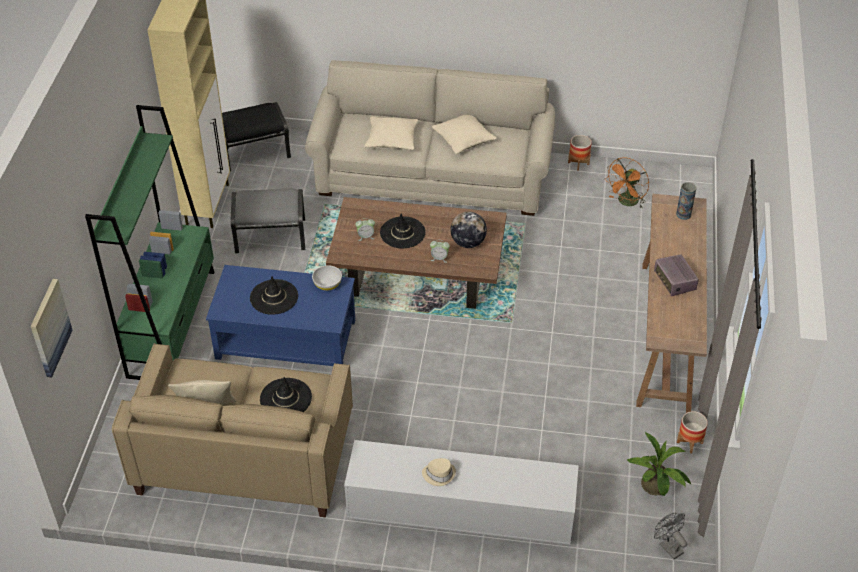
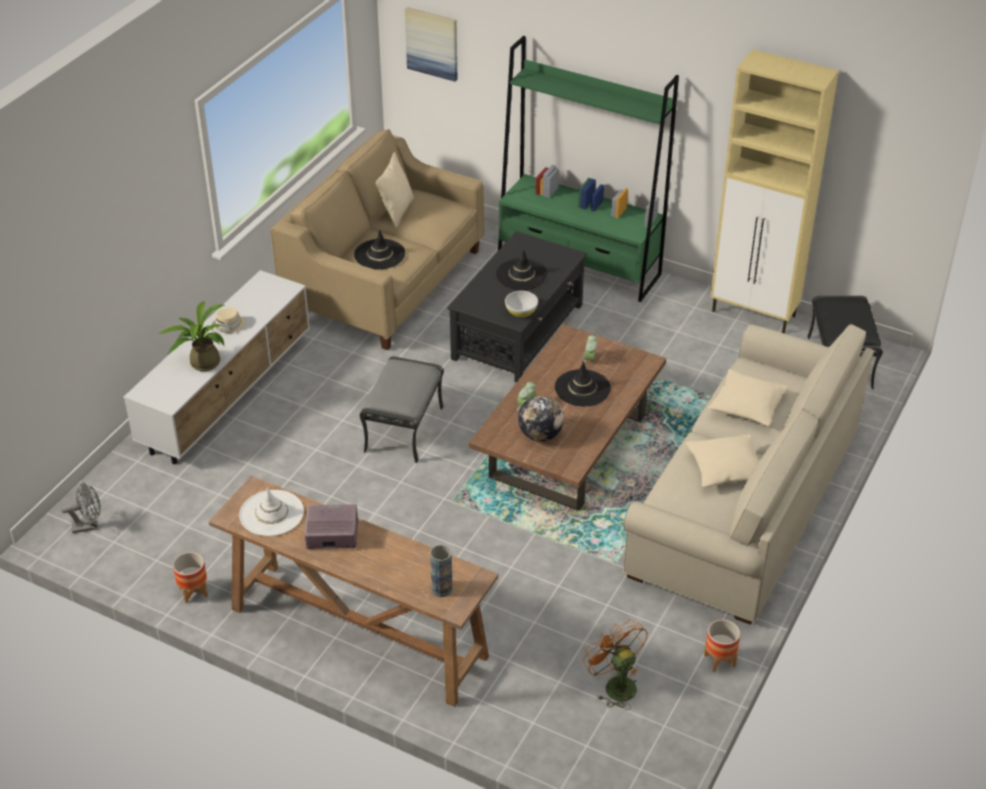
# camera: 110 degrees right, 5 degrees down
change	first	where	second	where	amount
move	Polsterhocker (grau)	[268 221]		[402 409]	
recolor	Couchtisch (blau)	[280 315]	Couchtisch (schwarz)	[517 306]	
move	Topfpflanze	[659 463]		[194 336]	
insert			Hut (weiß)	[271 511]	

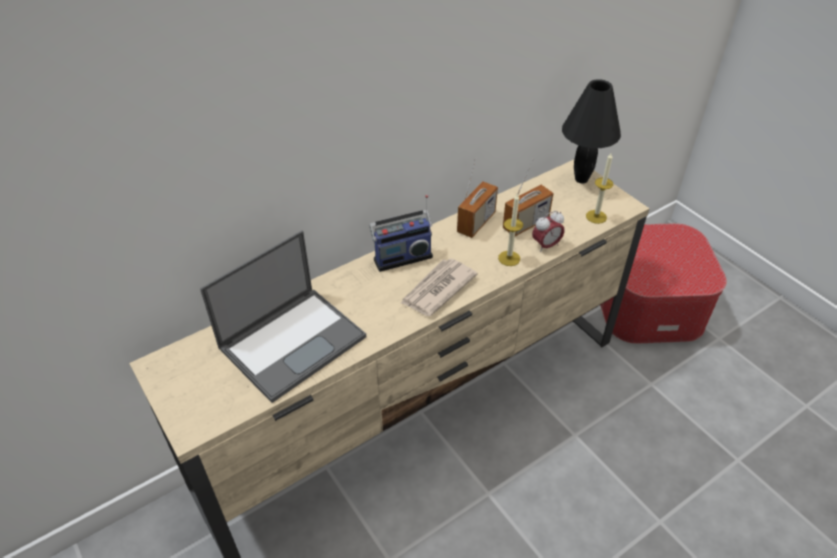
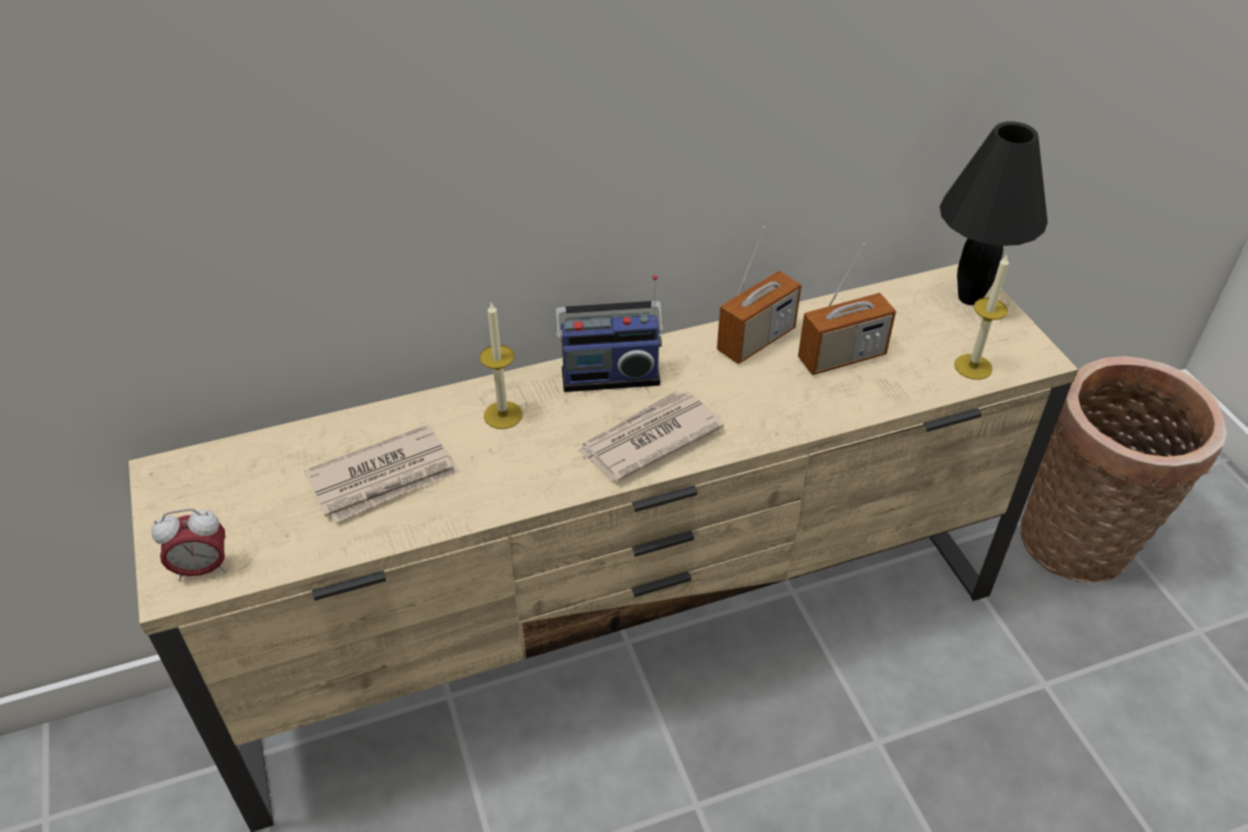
# camera: 15 degrees right, 0 degrees up
change	first	where	second	where	amount
move	Kerze	[510 230]		[501 365]	
move	Wecker	[548 232]		[189 545]	
replace	Polsterhocker	[663 283]	Korb	[1123 469]	
replace	Laptop	[283 316]	Zeitung	[382 474]	

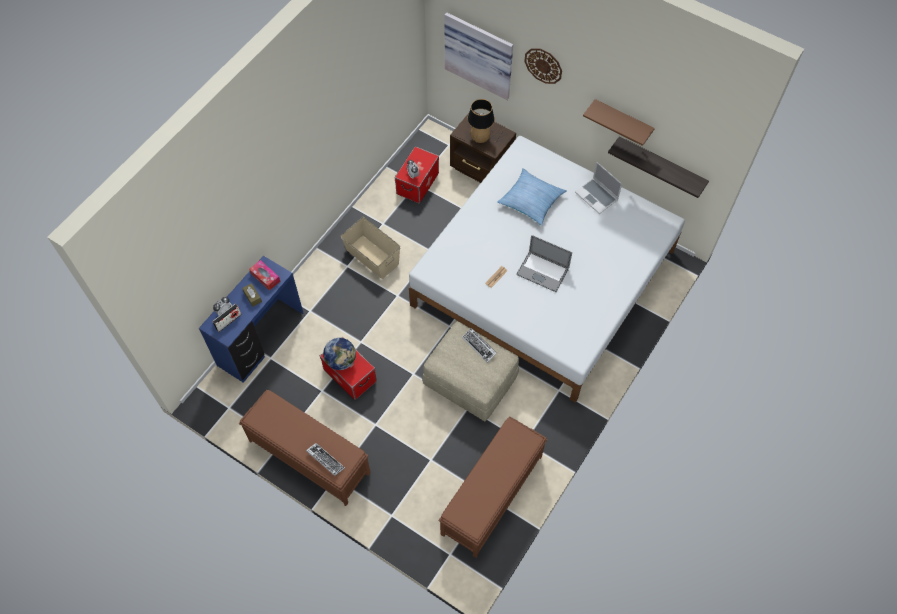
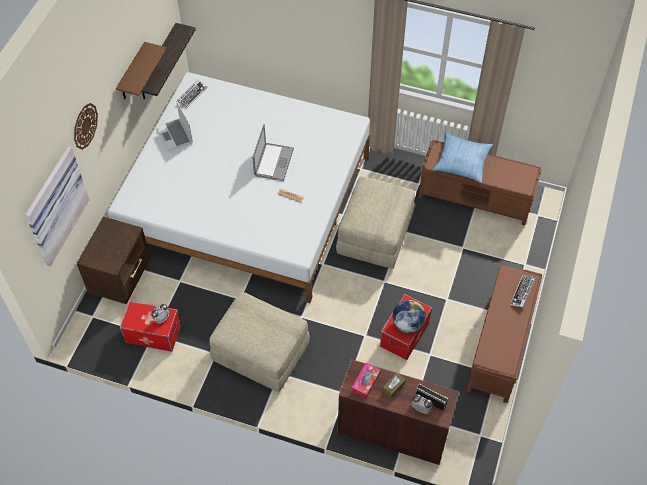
# camera: 105 degrees left, 5 degrees down
change	first	where	second	where	amount
delete	Tischlampe	[481 121]			
rotate	Laptop	[598 188]		[174 126]	120 degrees clockwise
move	Kissen	[532 197]		[462 158]	
replace	Aufbewahrungsbox (beige)	[370 248]	Polsterhocker (beige)	[259 342]	
recolor	Schreibtisch (blau)	[251 319]	Schreibtisch (braun)	[398 412]	
move	Tastatur	[479 345]		[192 94]	

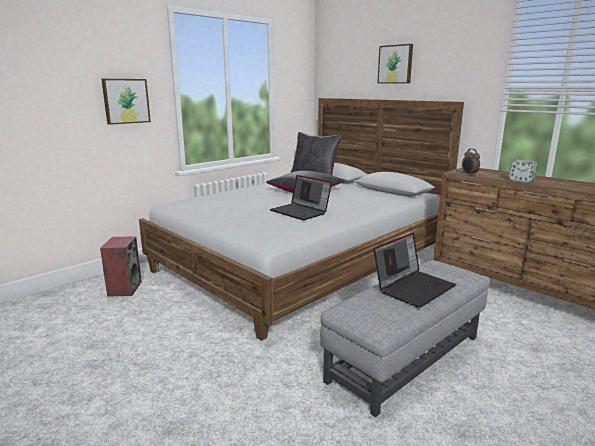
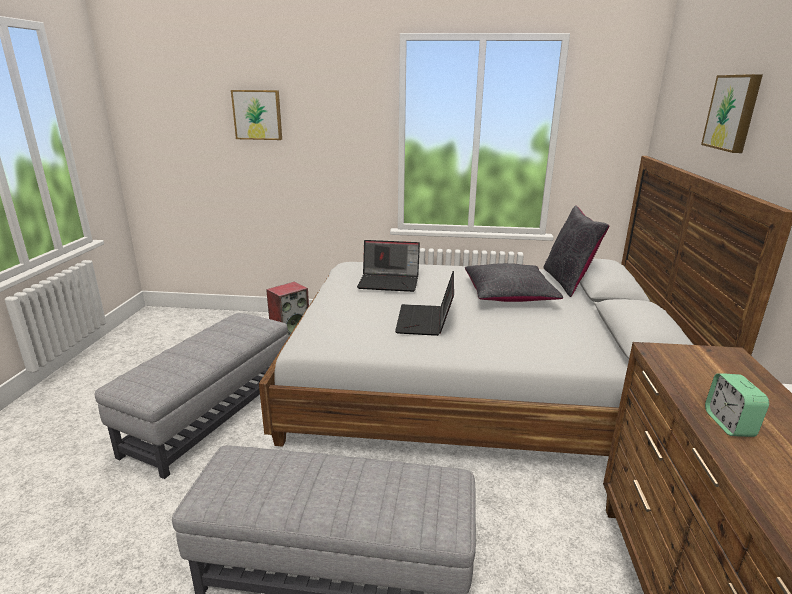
# camera: 50 degrees right, 5 degrees up
change	first	where	second	where	amount
move	Bild	[126 102]		[256 115]	
delete	Wecker	[471 162]			
move	Laptop	[415 270]		[388 266]	
insert			Polsterhocker (grau)	[191 396]	

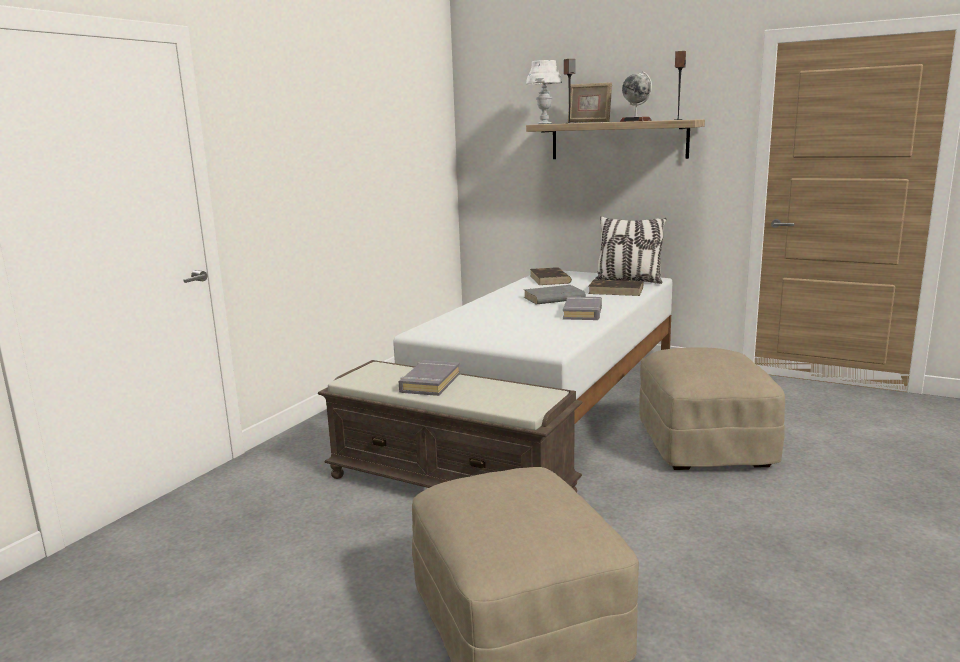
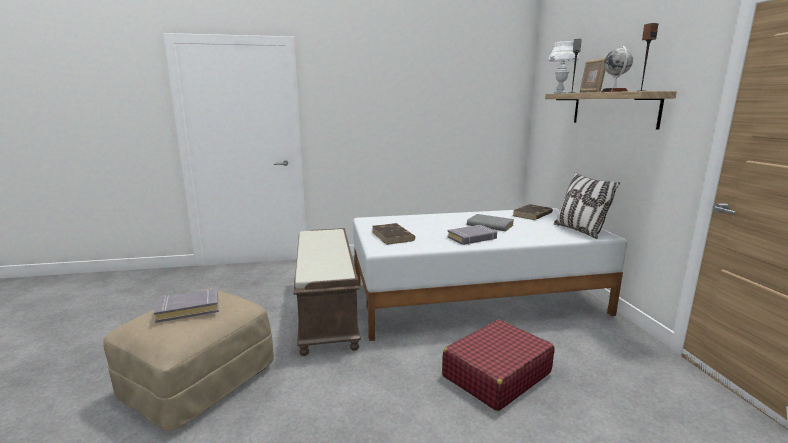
# camera: 50 degrees right, 0 degrees up
change	first	where	second	where	amount
move	Buch (braun)	[615 288]		[393 234]	
replace	Polsterhocker (beige)	[712 408]	Koffer (rot)	[498 365]	
move	Buch (grau)	[429 378]		[186 306]	

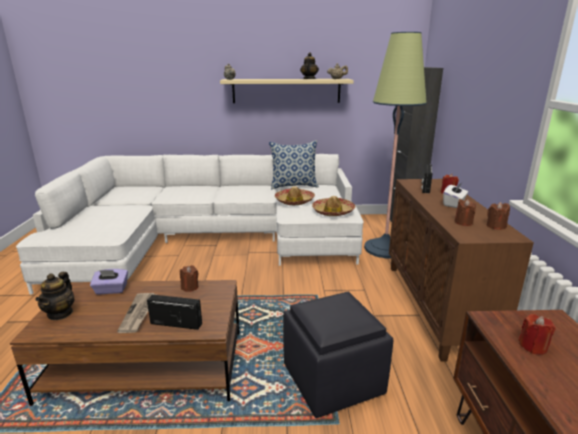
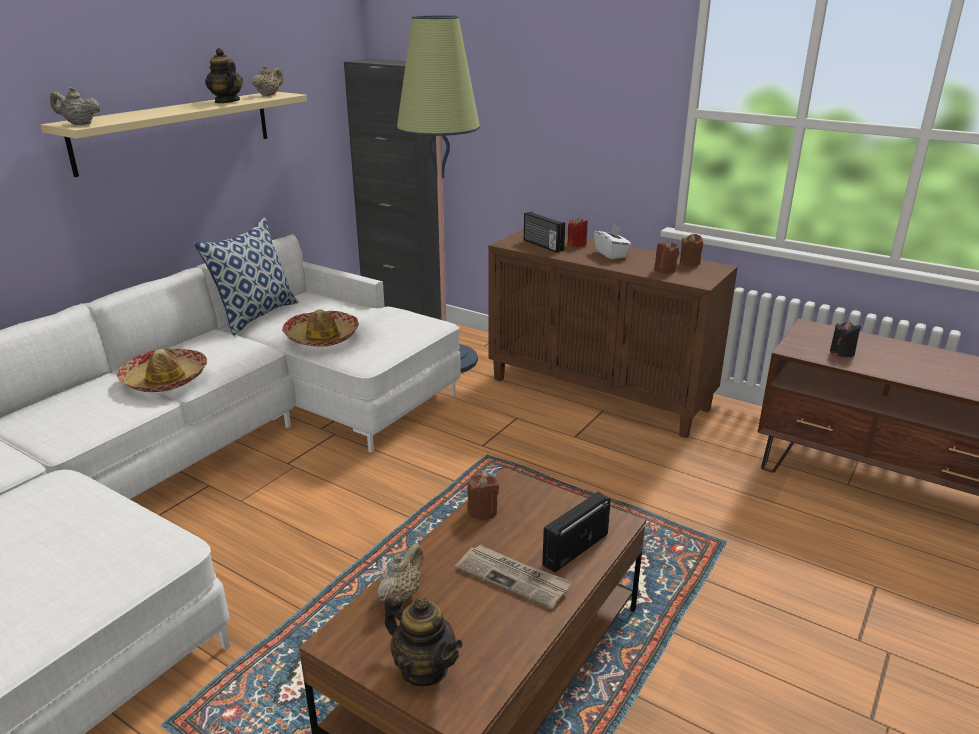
# camera: 55 degrees left, 5 degrees up
change	first	where	second	where	amount
move	Hut	[333 206]		[162 370]	
replace	Taschentuchbox (lila)	[109 281]	Teekanne (beige)	[400 572]	
delete	Polsterhocker (schwarz)	[338 355]			
recolor	Kerze (rot)	[537 334]	Kerze (schwarz)	[845 339]	

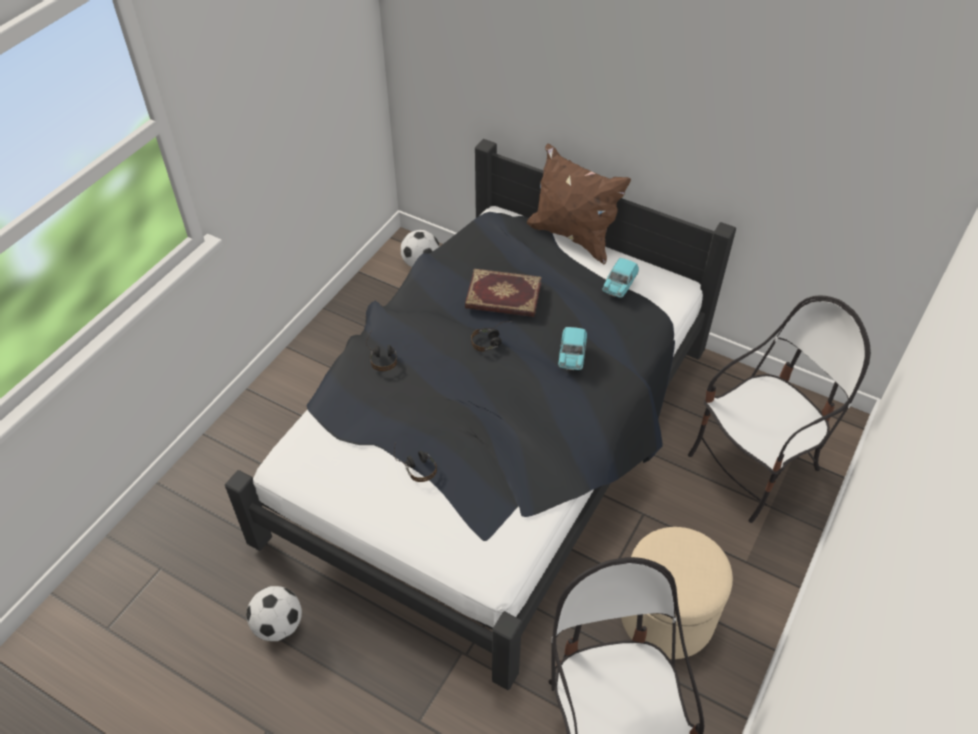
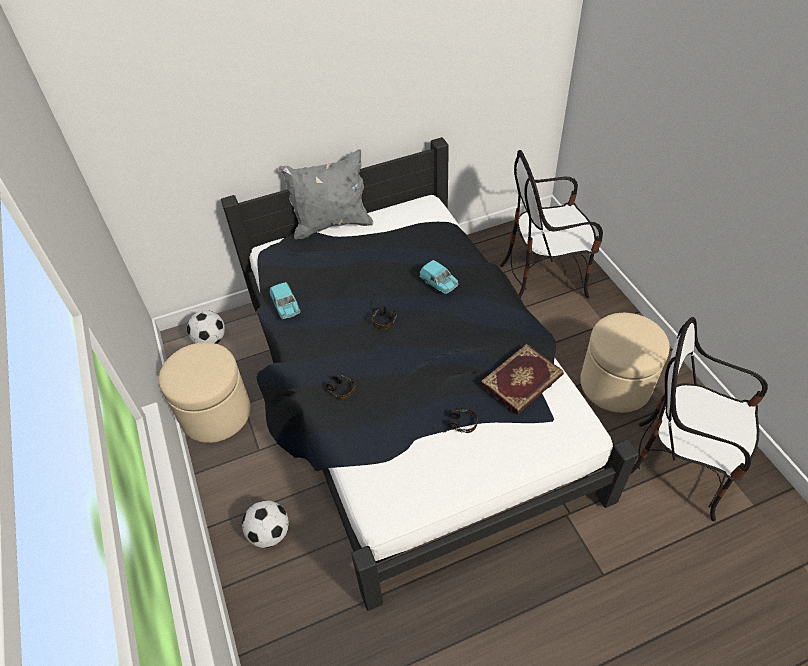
# camera: 50 degrees left, 0 degrees up
change	first	where	second	where	amount
recolor	Kissen (braun)	[579 203]	Kissen (grau)	[326 194]	
move	Spielzeugauto (türkis)	[620 278]		[285 300]	
move	Buch	[503 293]		[522 379]	
rotate	Stuhl	[779 409]		[551 224]	105 degrees counterclockwise
move	Fußball	[274 613]		[265 524]	
insert			Polsterhocker (beige)	[205 392]	

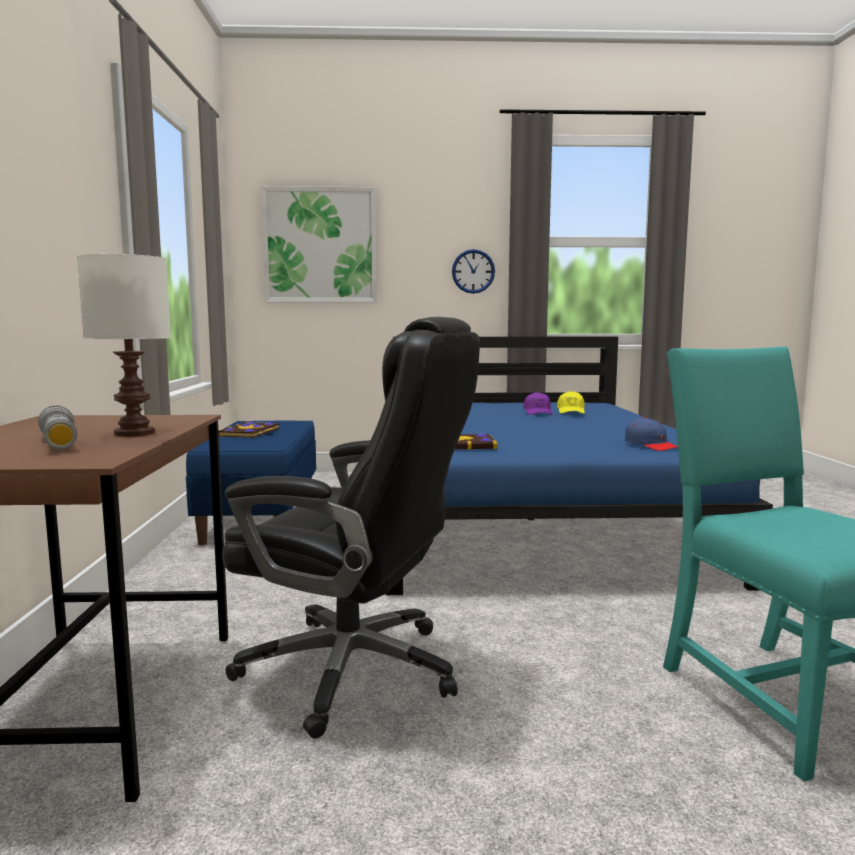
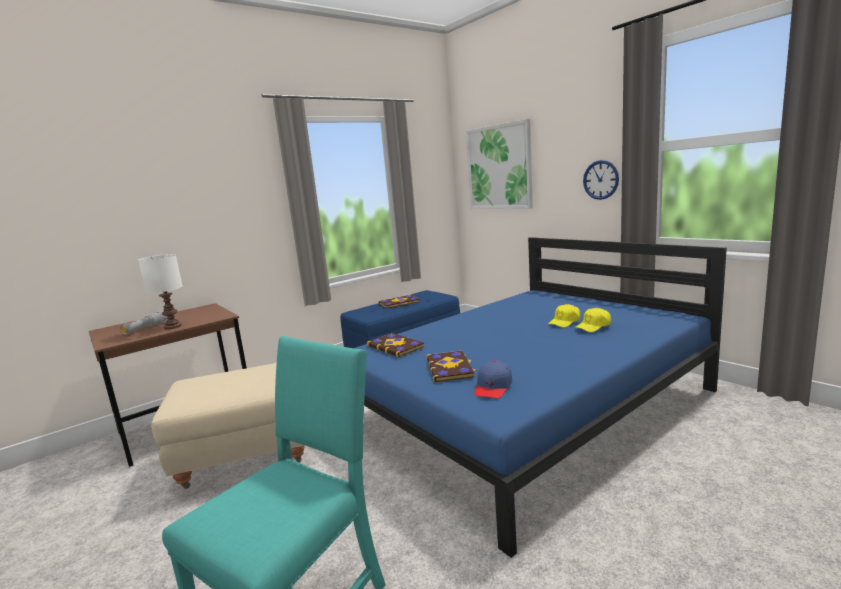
# camera: 55 degrees right, 5 degrees up
change	first	where	second	where	amount
replace	Bürostuhl (schwarz)	[351 528]	Polsterhocker (beige)	[227 426]	
recolor	Kappe (lila)	[537 403]	Kappe (gelb)	[564 316]	
insert			Buch	[451 366]	

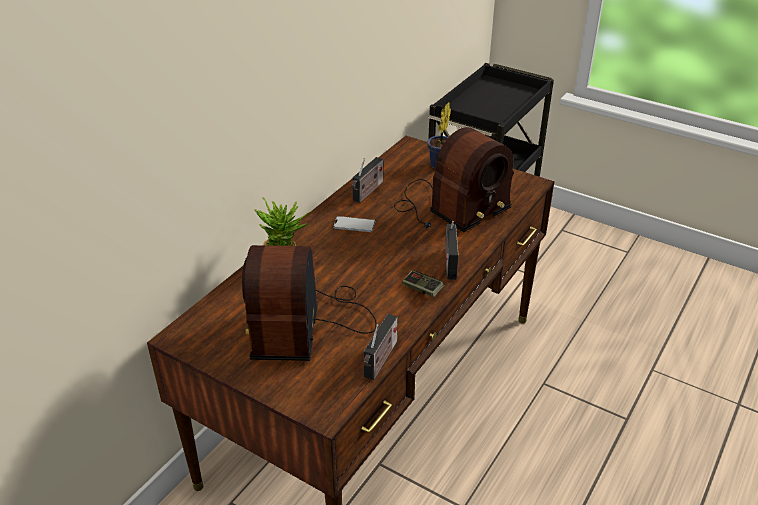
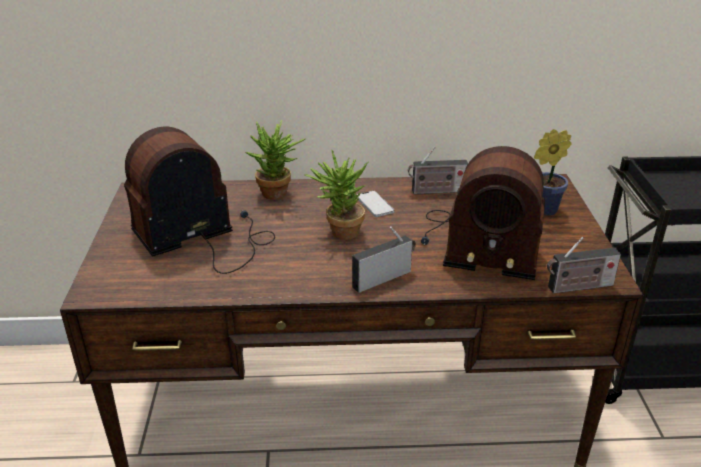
# camera: 55 degrees right, 5 degrees down
change	first	where	second	where	amount
delete	Gamepad	[423 283]			
move	Radio	[380 347]		[584 265]	
insert			Topfpflanze	[336 195]	

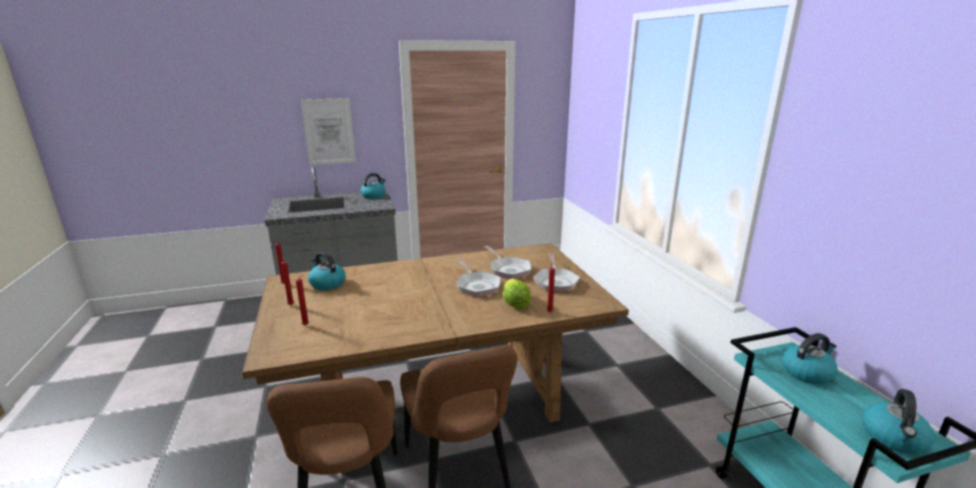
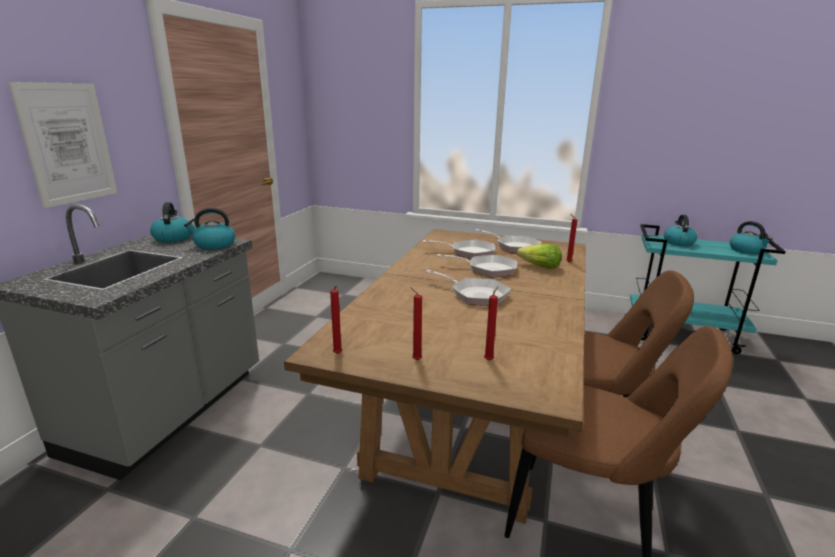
# camera: 55 degrees left, 0 degrees up
change	first	where	second	where	amount
move	Wasserkessel	[327 271]		[209 229]	
insert			Pfanne	[468 288]	

